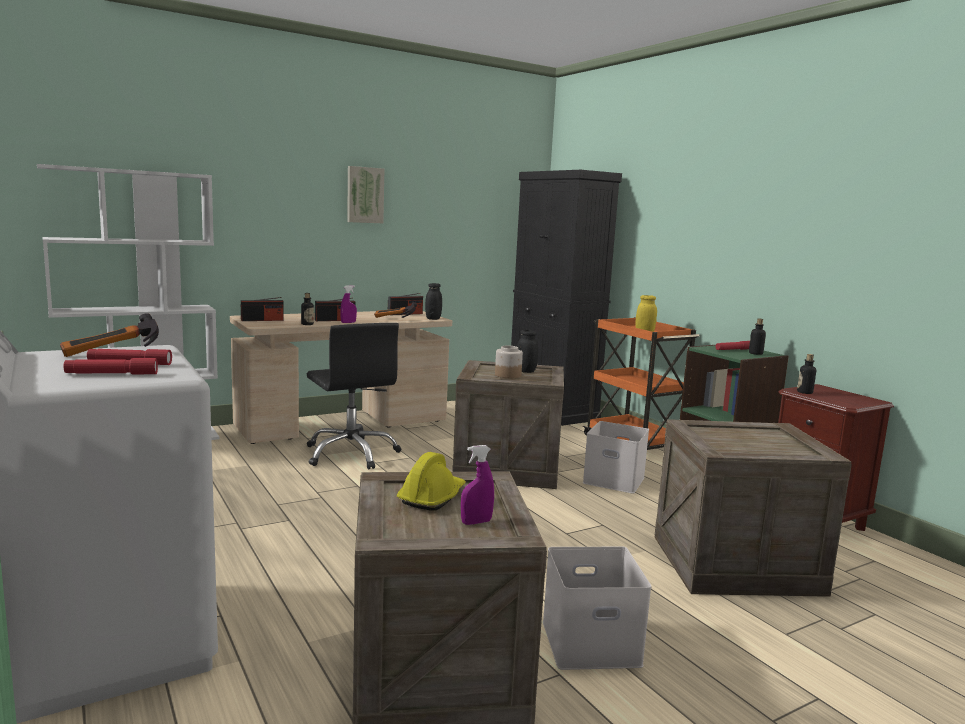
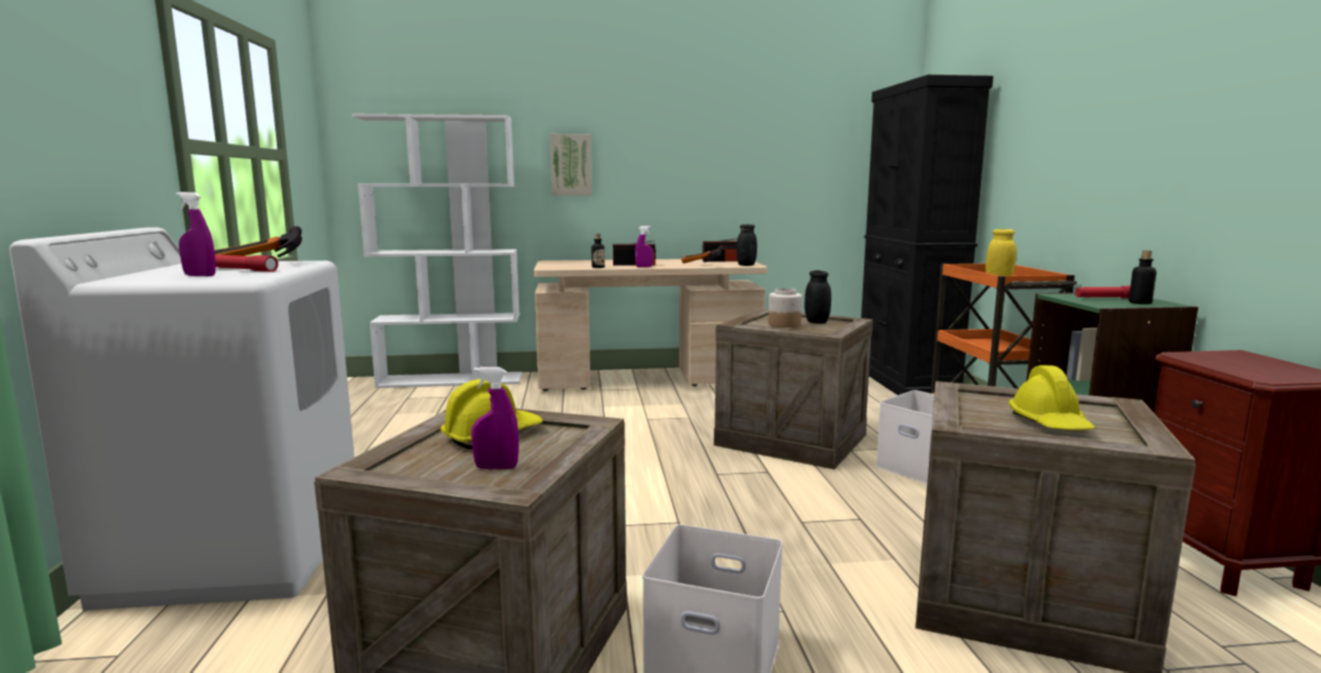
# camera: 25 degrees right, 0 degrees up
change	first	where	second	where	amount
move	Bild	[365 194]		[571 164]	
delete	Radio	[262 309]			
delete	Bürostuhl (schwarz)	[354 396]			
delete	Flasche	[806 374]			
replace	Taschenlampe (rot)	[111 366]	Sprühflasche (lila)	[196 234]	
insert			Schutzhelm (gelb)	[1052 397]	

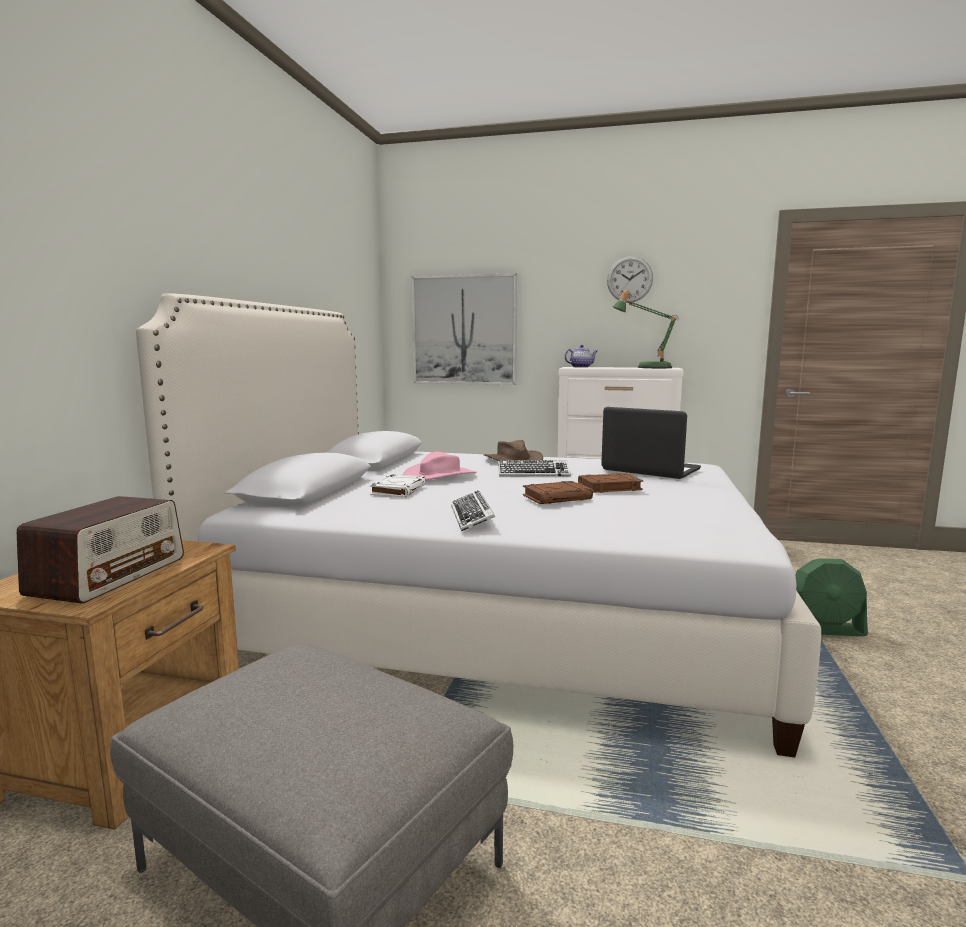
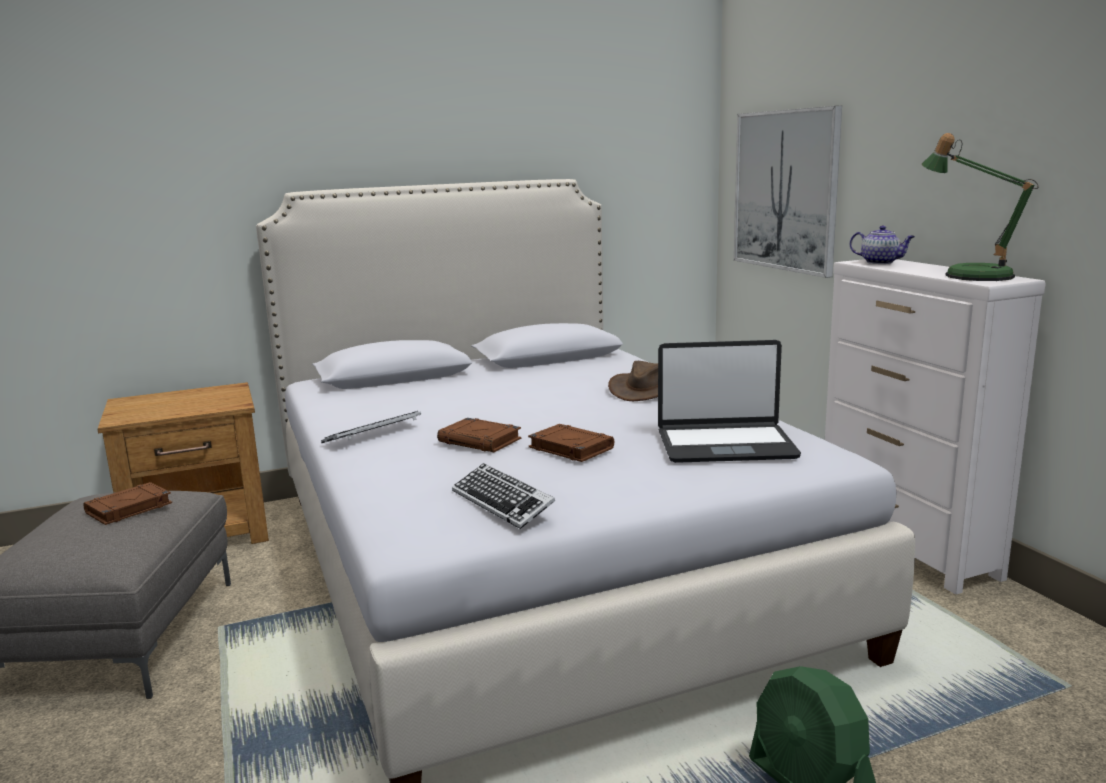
# camera: 55 degrees right, 5 degrees up
change	first	where	second	where	amount
delete	Wanduhr	[630 279]			
rotate	Laptop	[651 443]		[729 401]	90 degrees clockwise
delete	Hut (rosa)	[440 466]			
move	Tastatur	[534 468]		[503 496]	
delete	Buch (weiß)	[398 486]			
delete	Radio	[100 549]			
insert			Buch (braun)	[127 503]	

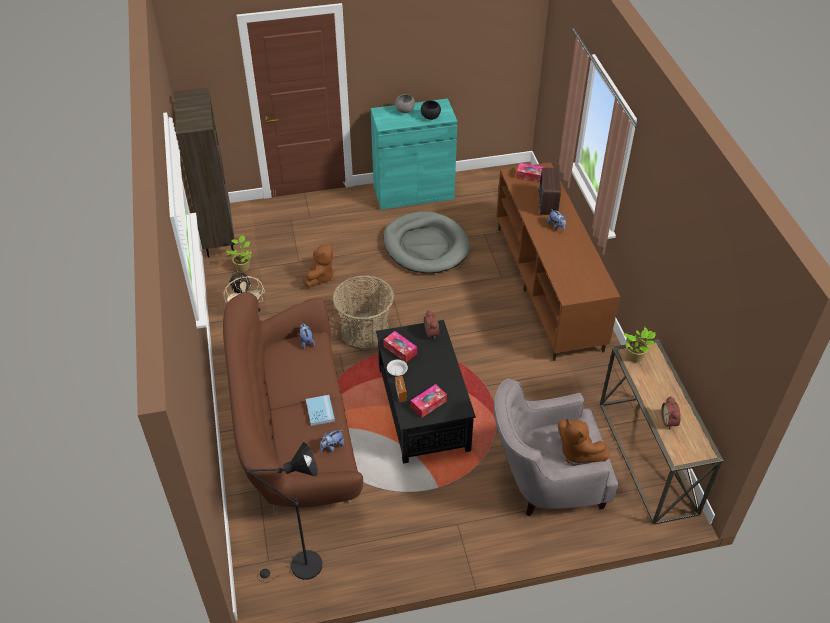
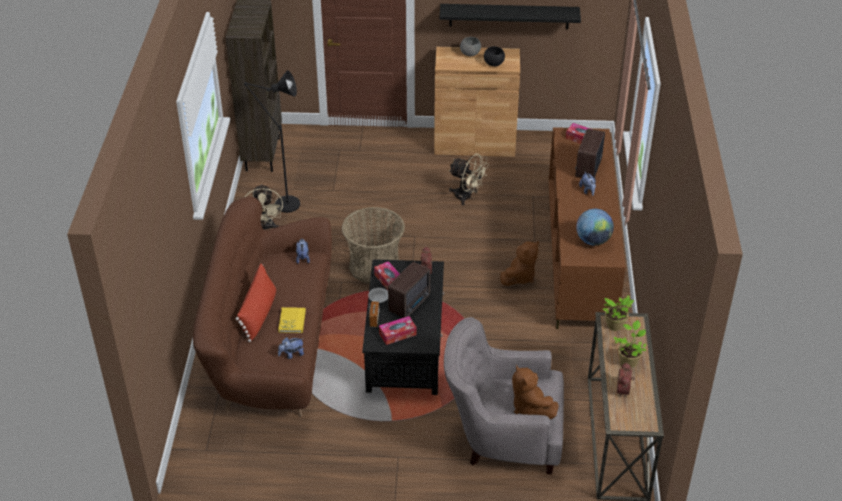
# camera: 15 degrees right, 5 degrees down
change	first	where	second	where	amount
recolor	Schrank (türkis)	[414 154]	Schrank (braun)	[477 102]	
replace	Hundebett (grau)	[427 242]	Ventilator (beige)	[469 179]	
move	Topfpflanze	[239 253]		[630 344]	
move	Plüschtier (braun)	[318 265]		[519 263]	
recolor	Buch (blau)	[320 410]	Buch (gelb)	[292 320]	
move	Stehlampe (schwarz)	[284 512]		[272 141]	
insert			Wandregal (schwarz)	[510 16]	
insert			Globus	[595 227]	
insert			Radio	[409 290]	
insert			Kissen (rot)	[256 303]	

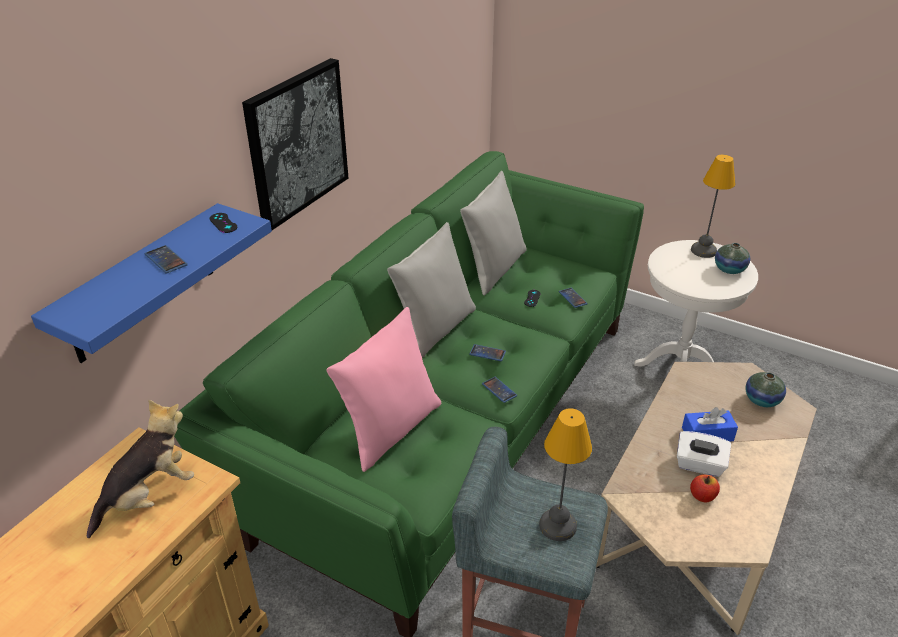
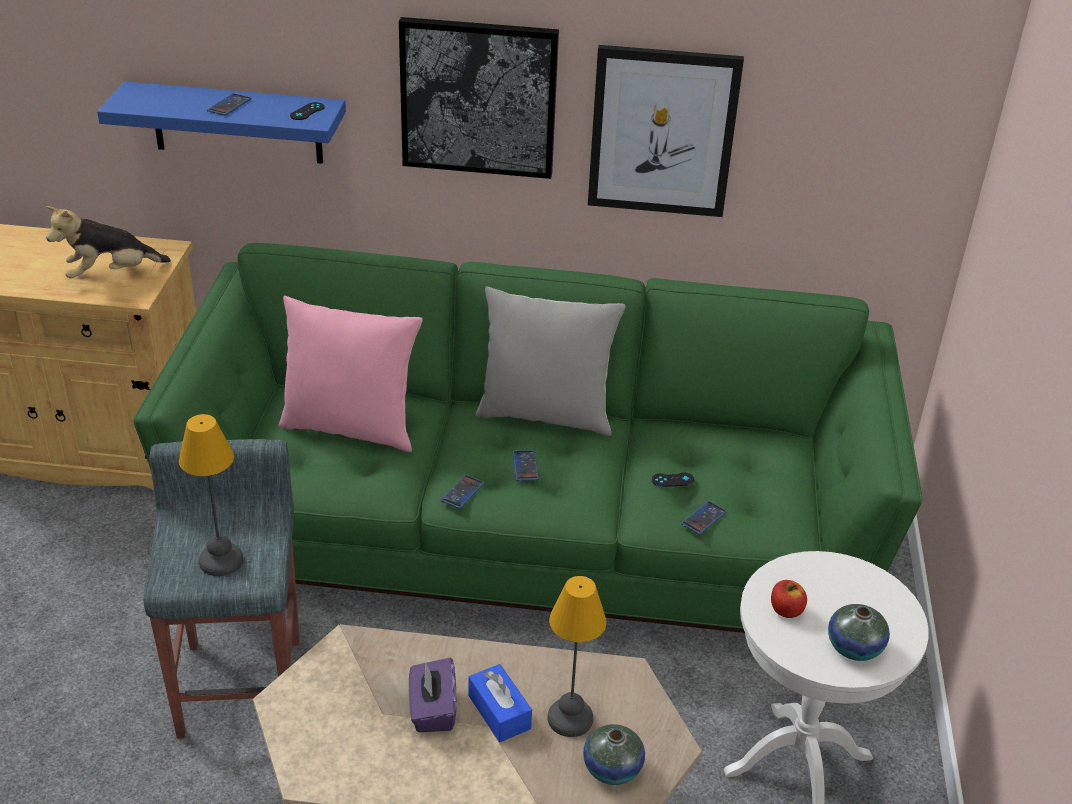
# camera: 65 degrees right, 0 degrees up
change	first	where	second	where	amount
move	Tischlampe	[713 206]		[577 656]	
delete	Kissen (grau)	[493 233]			
rotate	Plüschtier	[140 469]		[108 242]	135 degrees clockwise
recolor	Taschentuchbox (weiß)	[704 454]	Taschentuchbox (lila)	[433 695]	
move	Apfel	[705 489]		[789 599]	
insert			Bild	[666 131]	

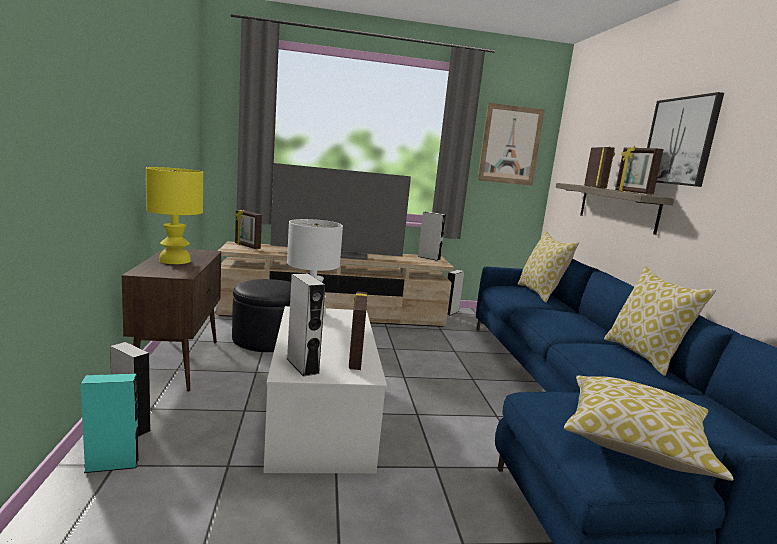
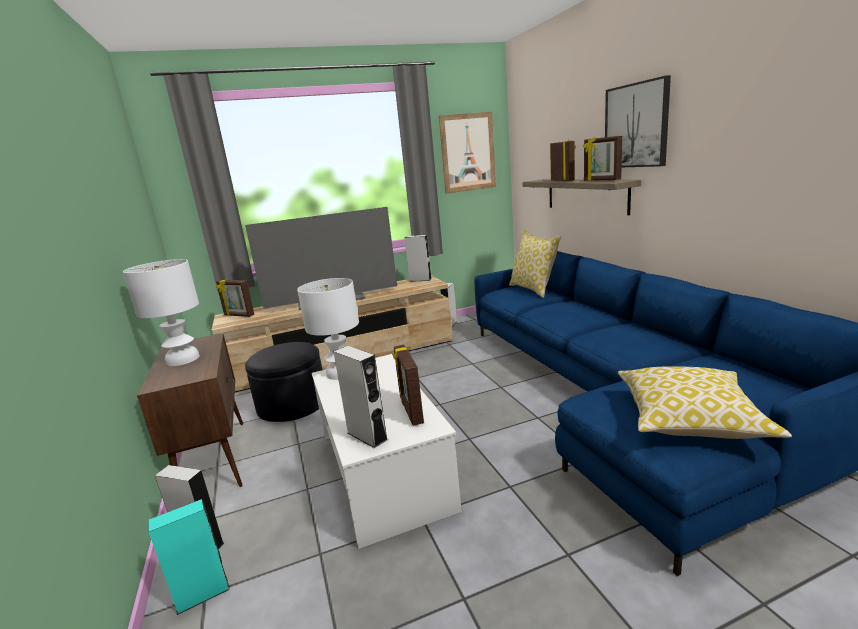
# camera: 10 degrees left, 5 degrees up
change	first	where	second	where	amount
recolor	Tischlampe (gelb)	[174 215]	Tischlampe (weiß)	[161 312]	
delete	Kissen	[660 321]			

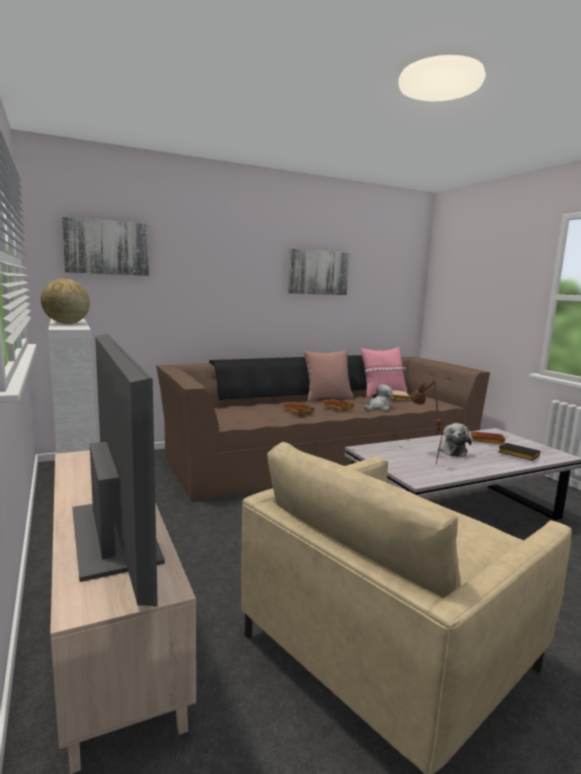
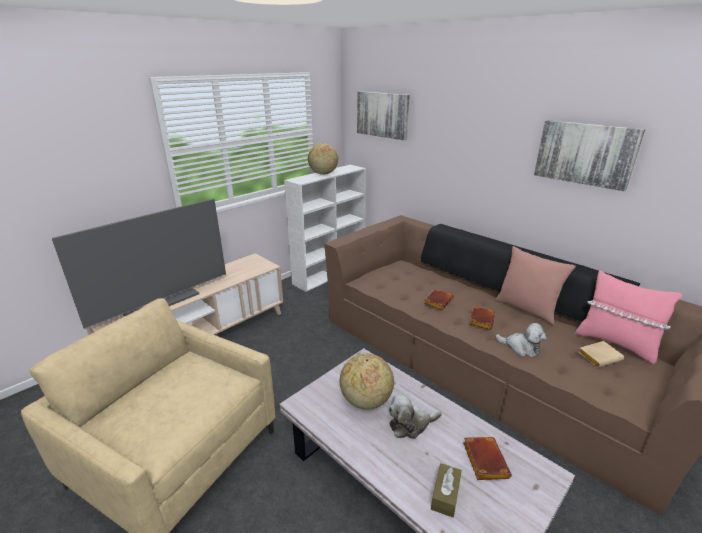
# camera: 70 degrees right, 15 degrees up
change	first	where	second	where	amount
replace	Tischlampe (braun)	[426 422]	Globus	[367 381]	
replace	Buch (schwarz)	[519 452]	Taschentuchbox (braun)	[446 490]	

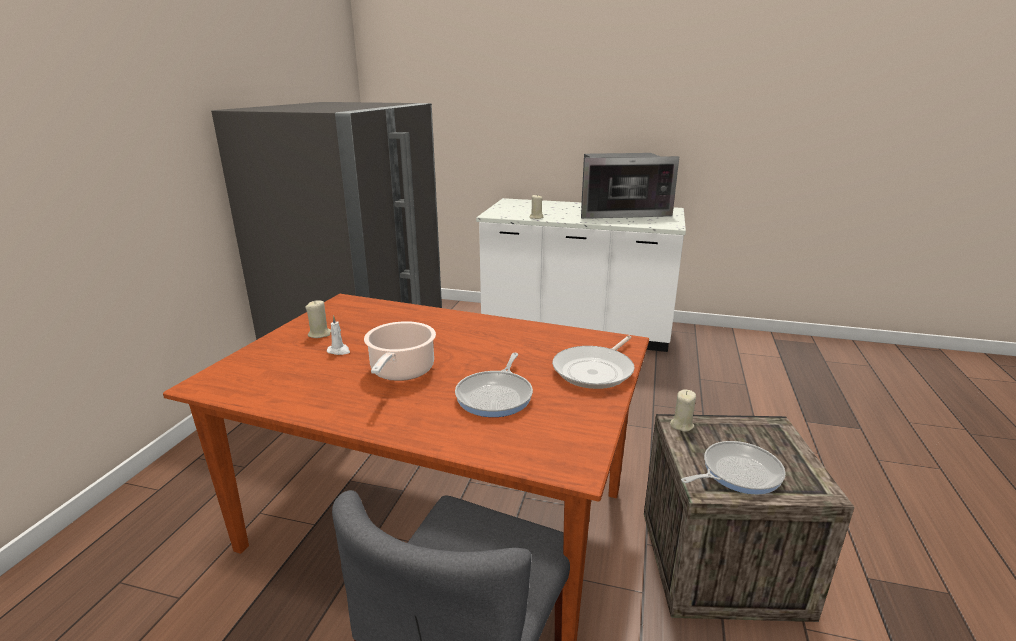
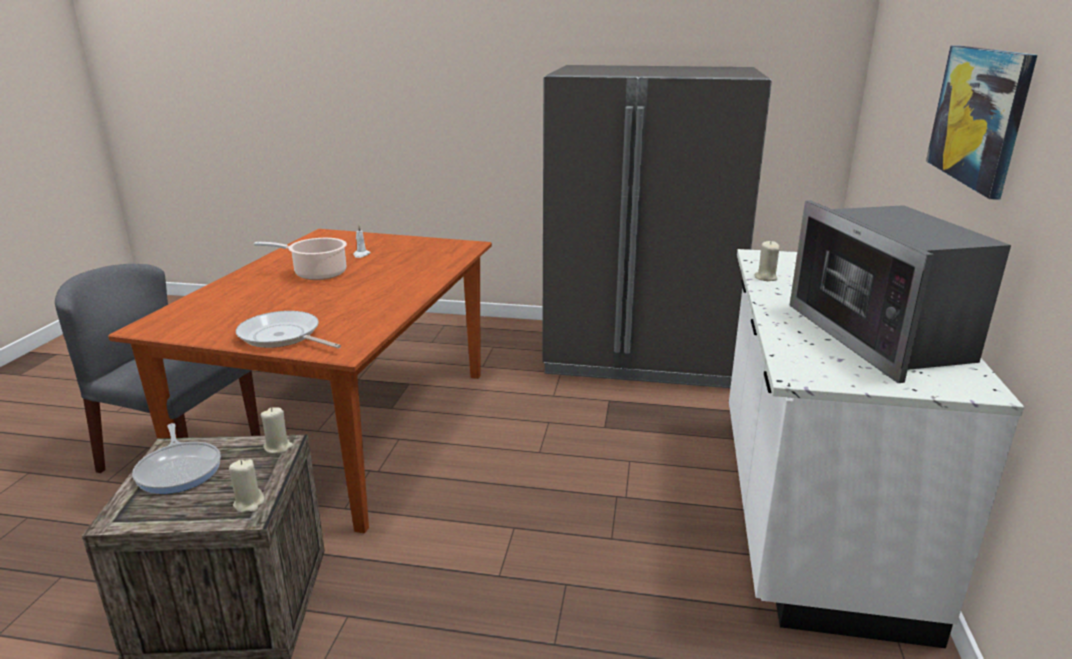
# camera: 85 degrees right, 0 degrees up
change	first	where	second	where	amount
move	Kerze (beige)	[318 319]		[247 486]	
delete	Pfanne	[494 385]			
insert			Bild	[981 123]	

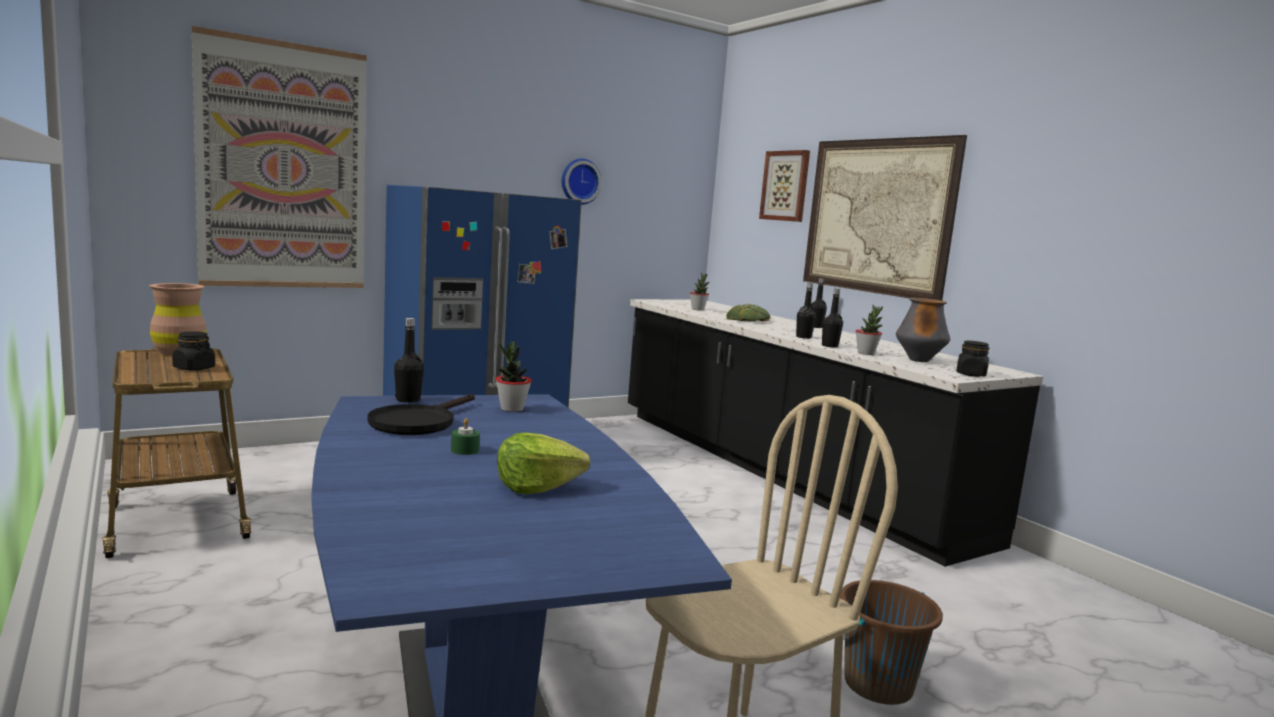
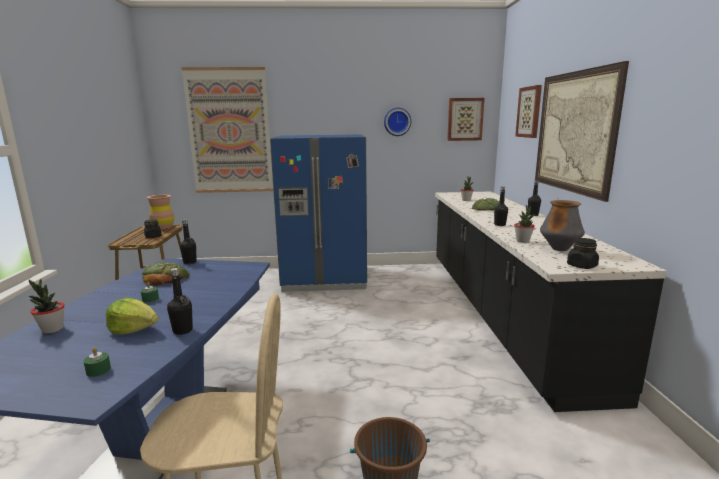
# camera: 30 degrees right, 5 degrees up
change	first	where	second	where	amount
move	Flasche (schwarz)	[832 318]		[180 301]	
move	Topfpflanze	[514 376]		[46 306]	
replace	Pfanne (schwarz)	[421 414]	Brot	[166 274]	
insert			Bild	[465 119]	
insert			Kerze (grün)	[97 362]	

